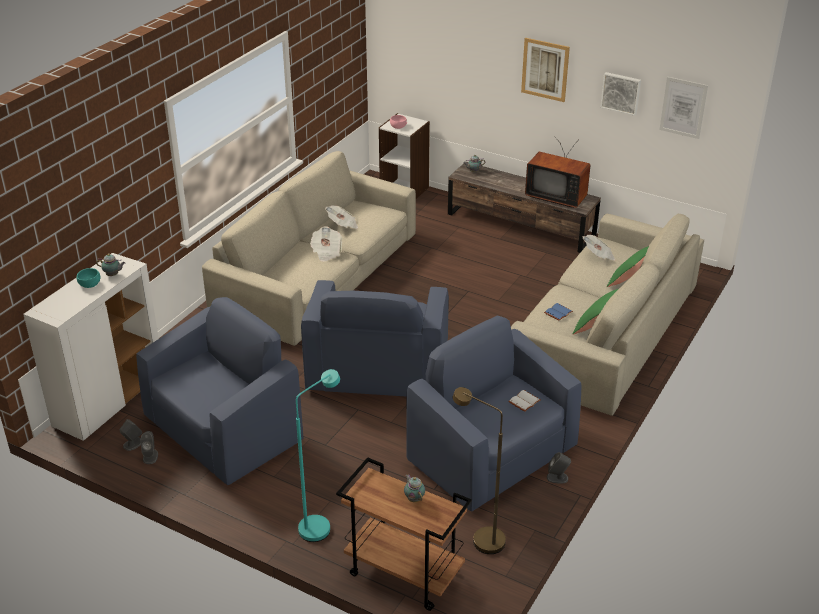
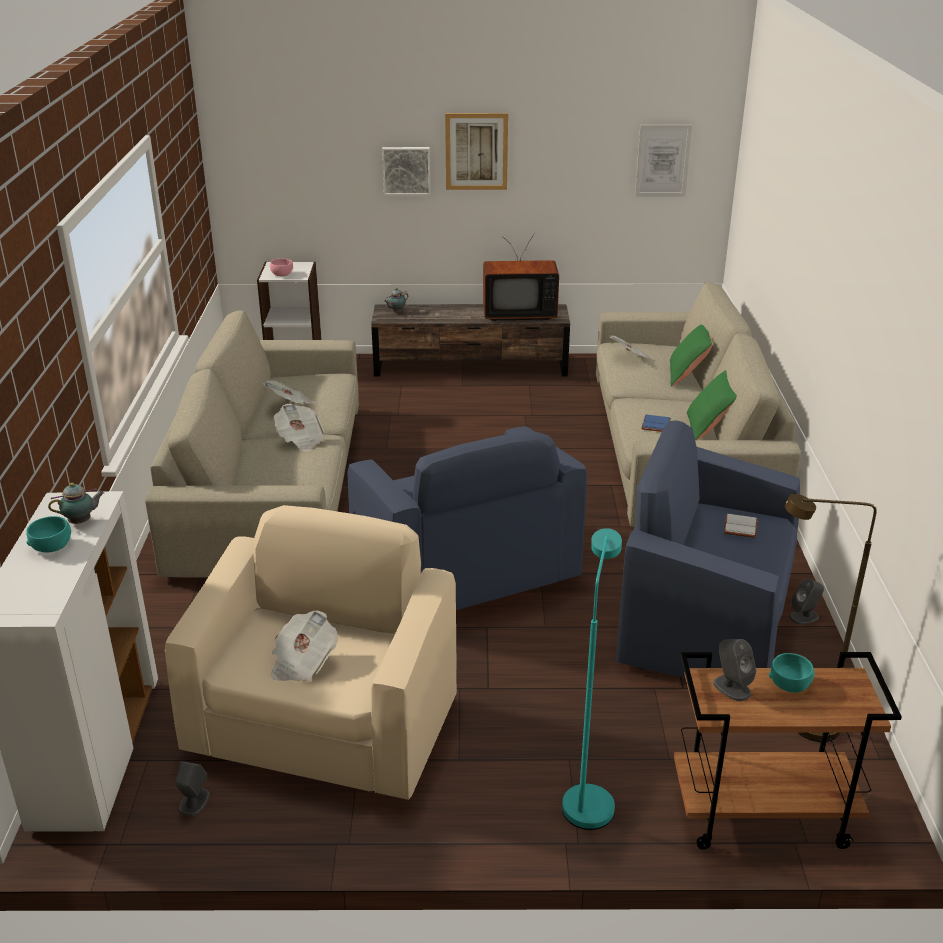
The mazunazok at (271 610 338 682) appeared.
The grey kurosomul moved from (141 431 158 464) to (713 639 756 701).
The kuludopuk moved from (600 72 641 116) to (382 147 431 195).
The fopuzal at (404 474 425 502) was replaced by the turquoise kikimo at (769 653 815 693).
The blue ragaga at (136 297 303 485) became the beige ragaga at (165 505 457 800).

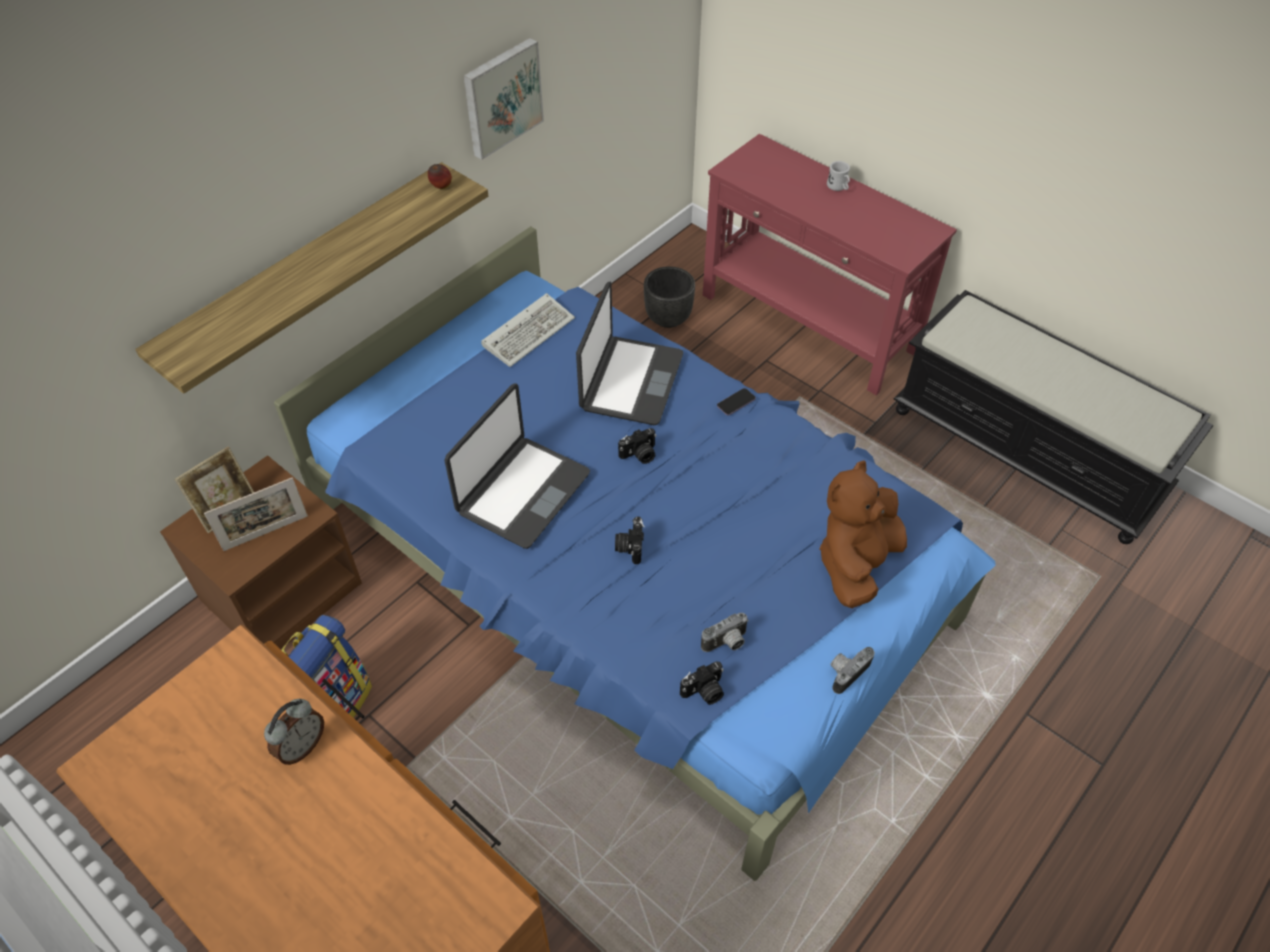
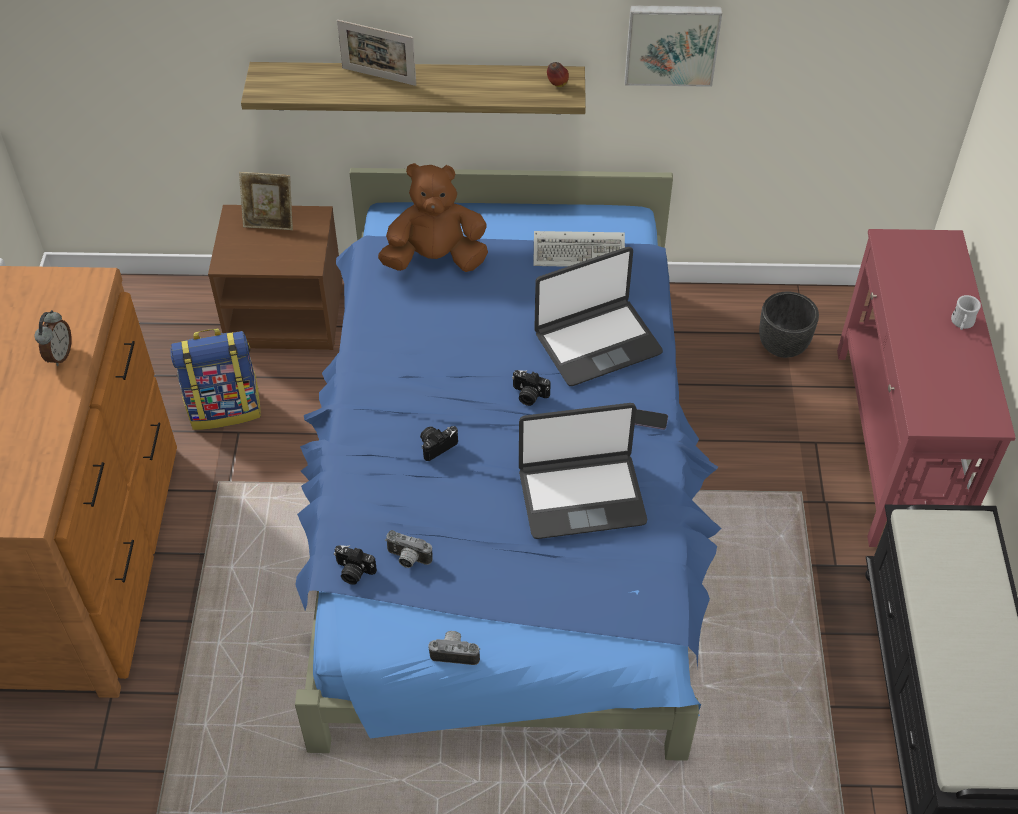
The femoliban moved from (204 477 308 551) to (337 20 416 86).
The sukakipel moved from (444 383 590 549) to (519 403 647 539).
The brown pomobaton moved from (819 460 907 608) to (378 163 488 272).
The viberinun at (264 699 324 765) turned 75 degrees counterclockwise.

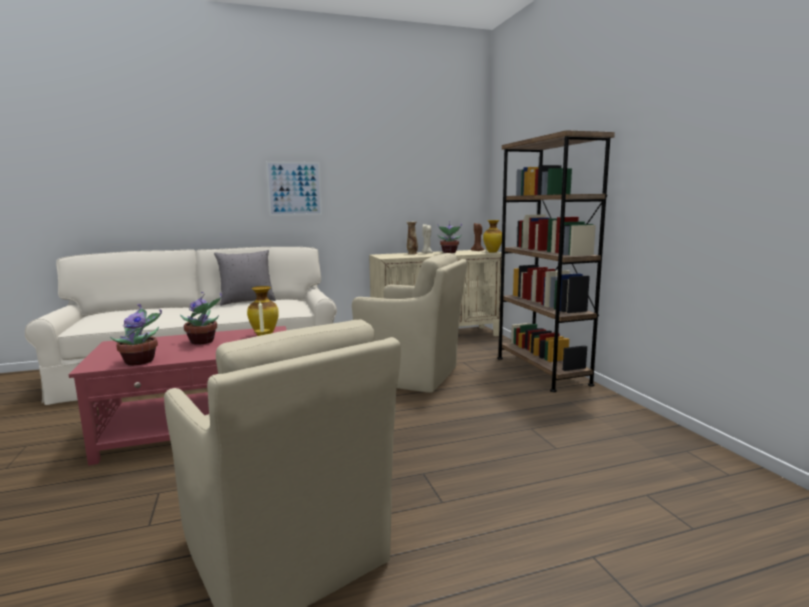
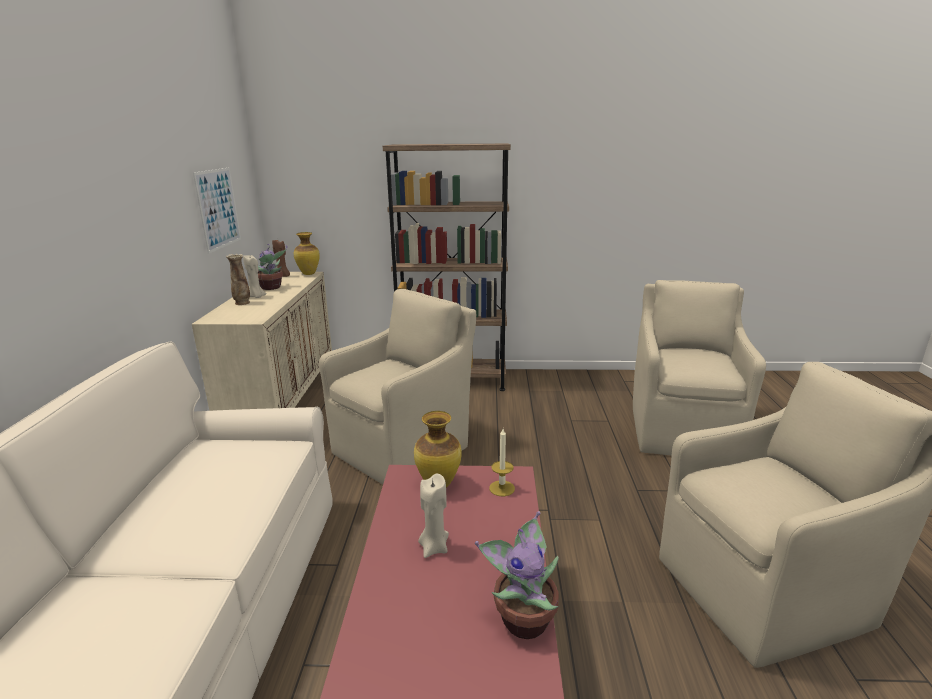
The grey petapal at (214 250 276 306) disappeared.
The beige ragaga at (633 280 766 456) appeared.
The kuludopuk moved from (266 161 322 216) to (193 168 241 254).
The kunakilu at (180 292 222 345) was replaced by the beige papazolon at (418 474 449 558).

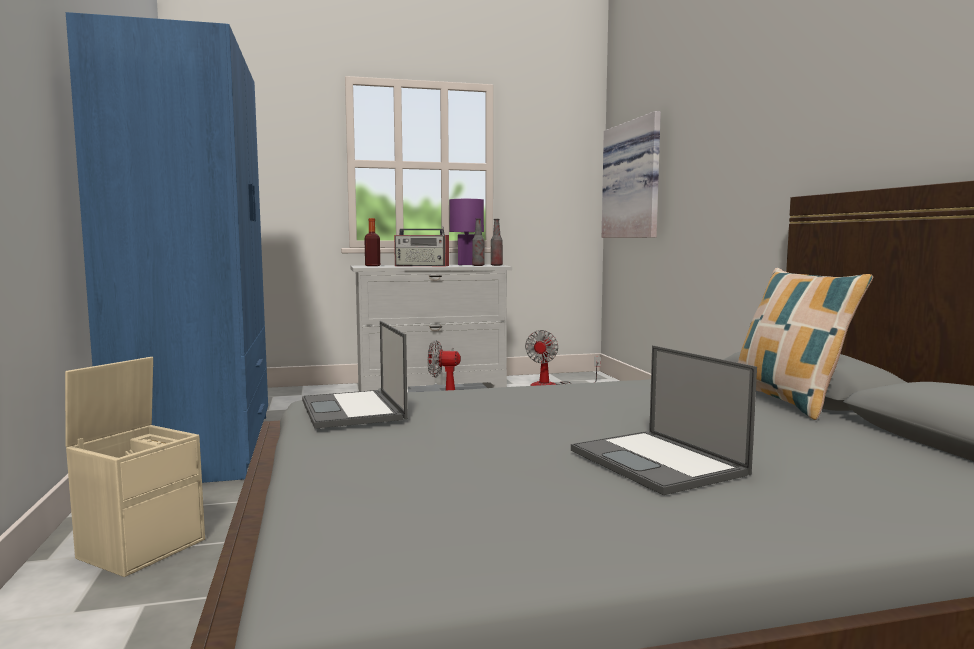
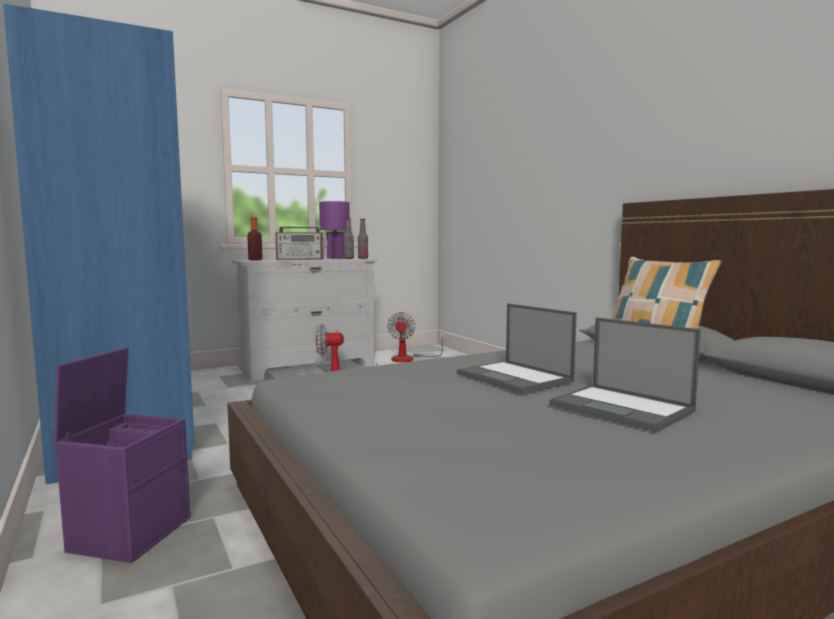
The kuludopuk at (602 111 661 238) disappeared.
The sukakipel moved from (302 321 408 429) to (457 303 577 394).
The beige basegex at (65 357 205 577) became the purple basegex at (54 347 190 563).

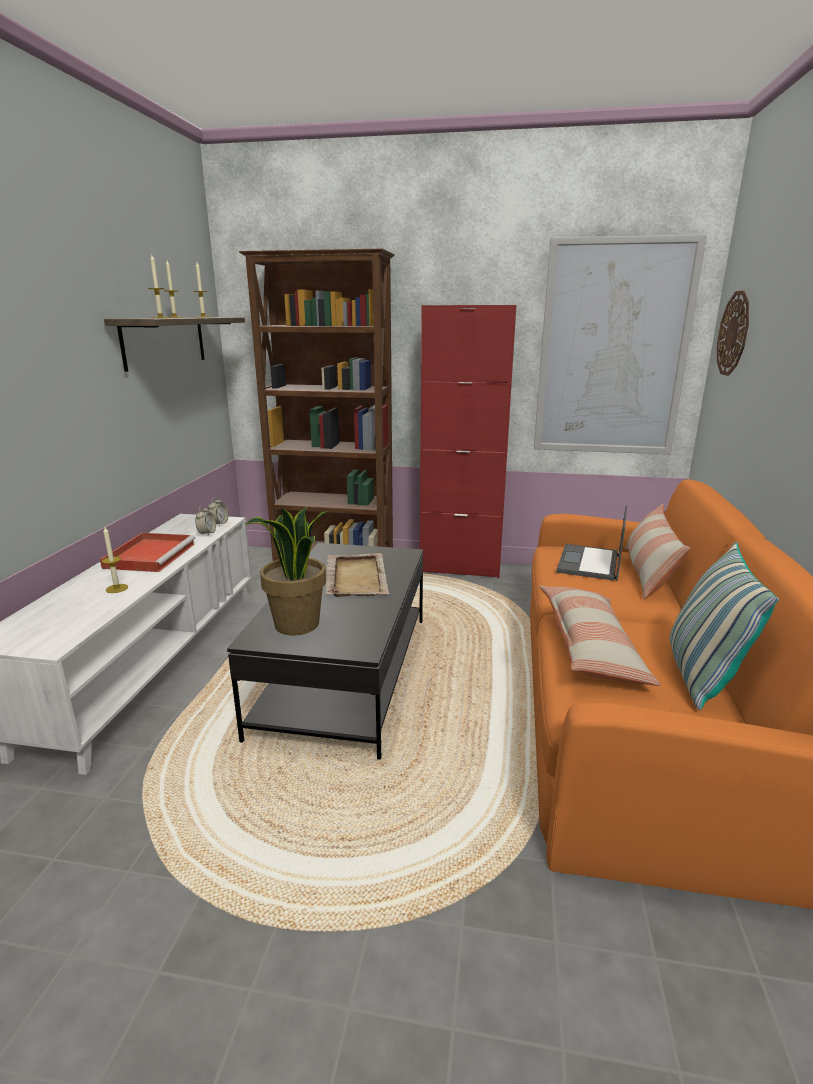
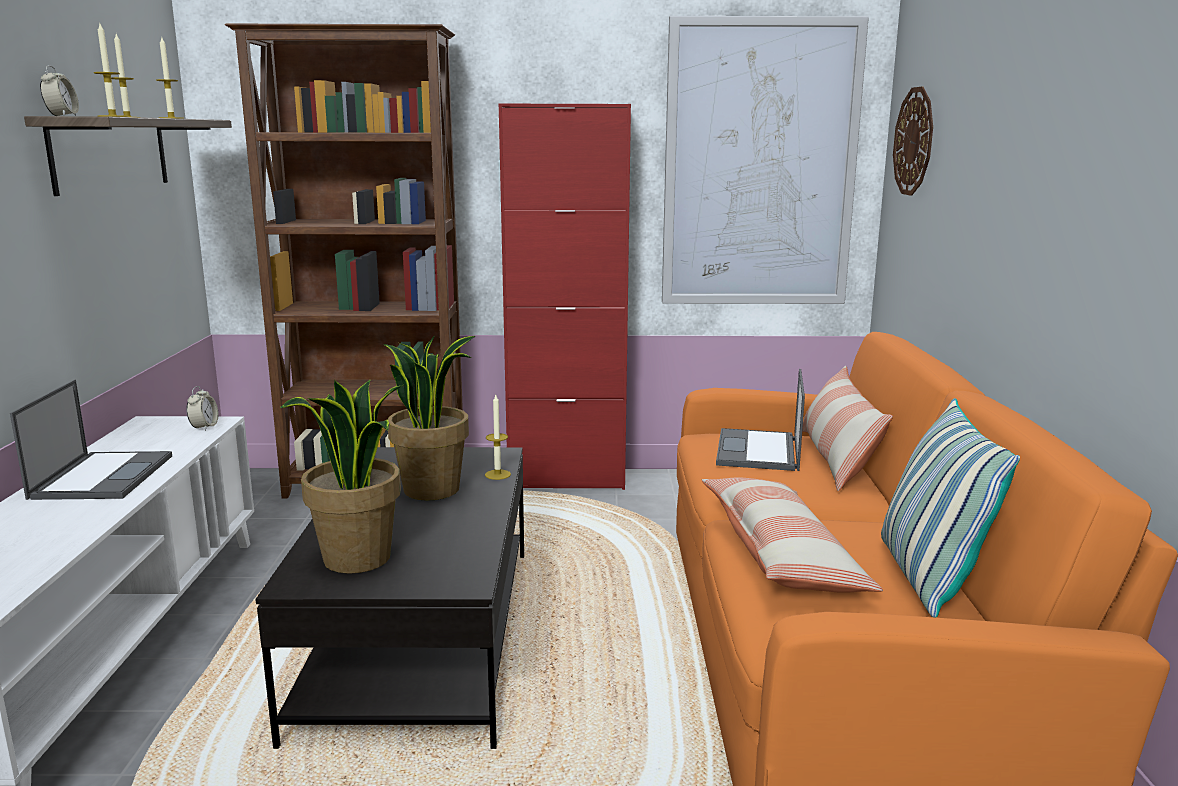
The papazolon moved from (102 527 128 593) to (485 395 511 480).
The viberinun moved from (195 506 216 536) to (40 65 79 116).
The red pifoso at (100 533 196 572) was replaced by the sukakipel at (10 380 172 500).
The beige pifoso at (326 553 390 597) was replaced by the kunakilu at (384 335 475 501).

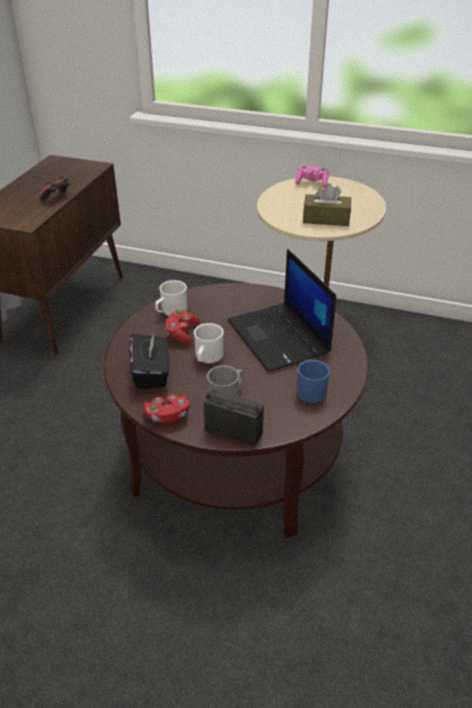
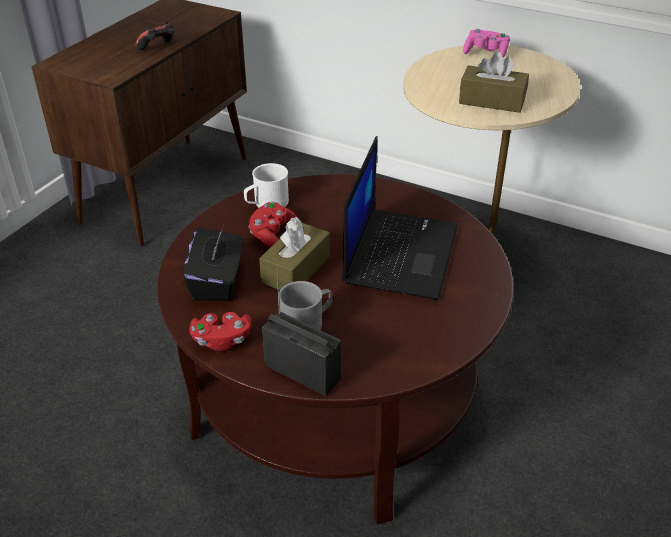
The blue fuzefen at (297 360 330 403) disappeared.
The white fuzefen at (194 323 224 363) was replaced by the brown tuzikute at (259 217 330 290).
The sukakipel at (228 249 336 372) turned 150 degrees counterclockwise.

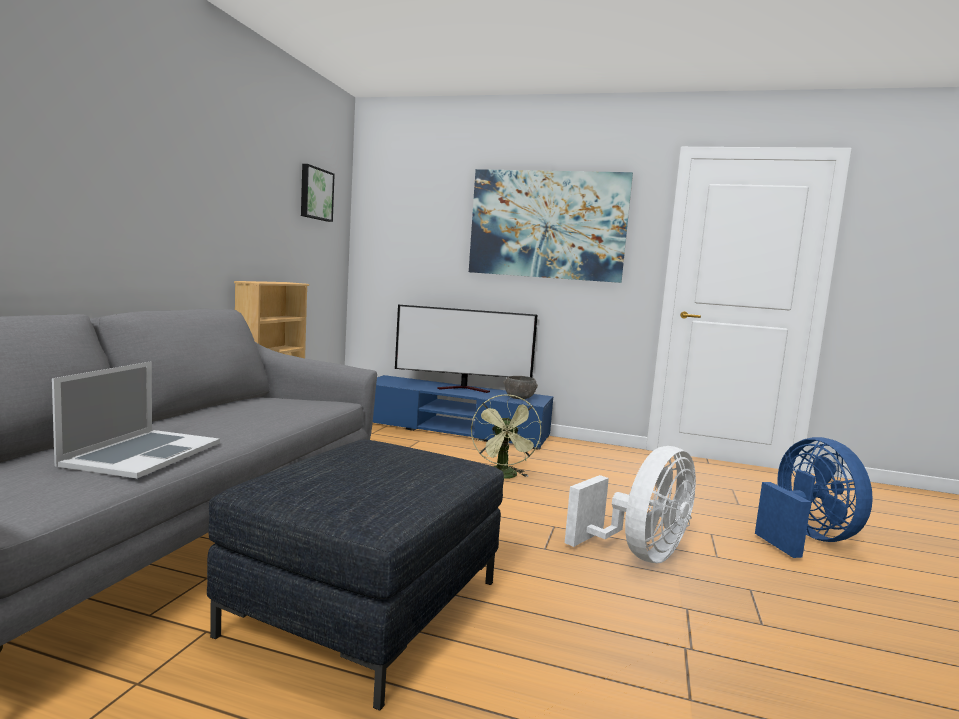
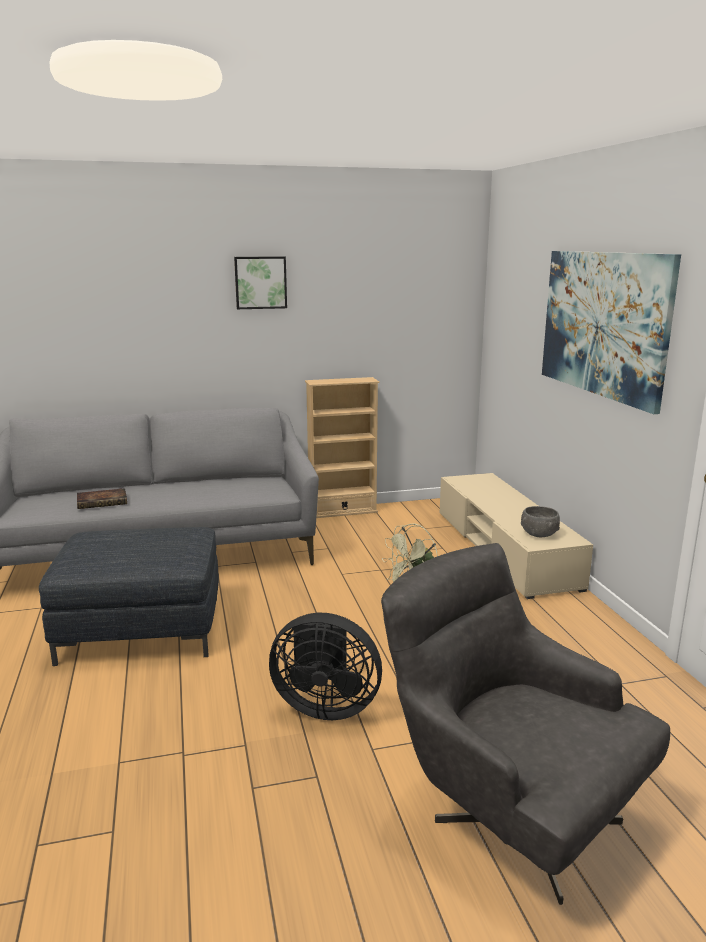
The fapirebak at (395 305 538 393) disappeared.
The kuludopuk moved from (301 164 335 222) to (234 256 287 309).
The sukakipel at (52 361 220 478) was replaced by the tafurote at (77 488 127 509).
The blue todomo at (755 437 873 558) was replaced by the grey ragaga at (381 543 670 905).
The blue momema at (373 375 553 450) became the beige momema at (440 473 593 599).
The white todomo at (565 446 696 563) became the black todomo at (269 613 382 720).

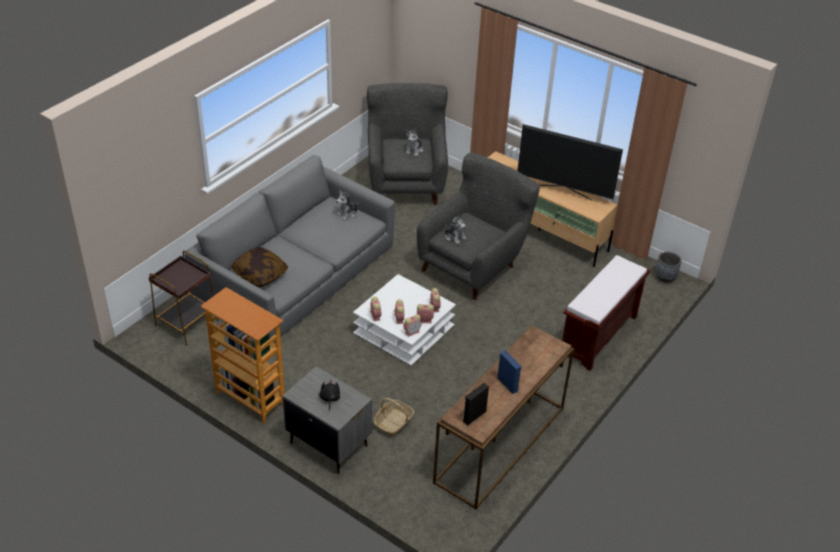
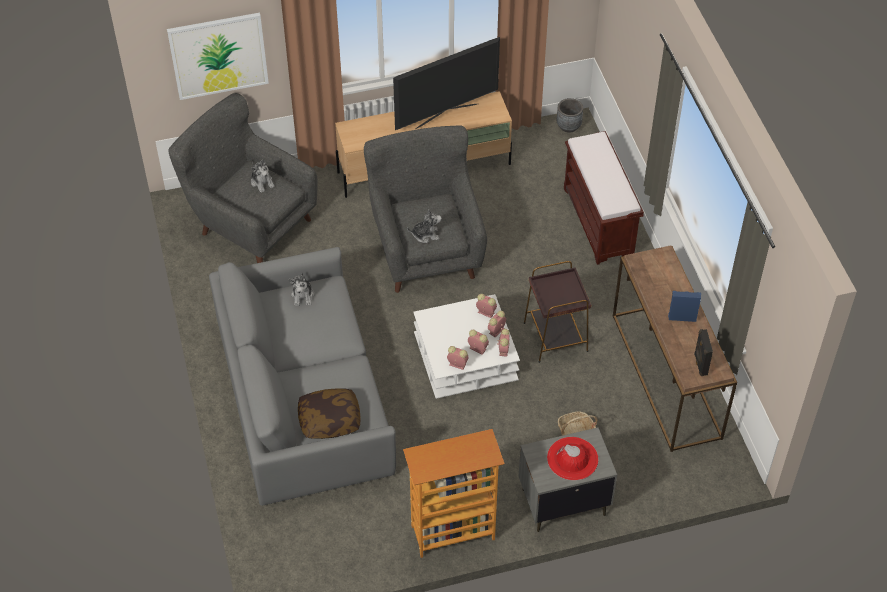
The kuludopuk at (167 13 269 100) appeared.
The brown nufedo moved from (149 251 218 345) to (524 261 591 363).
The black pomobaton at (319 380 340 410) was replaced by the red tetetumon at (547 437 598 480).

